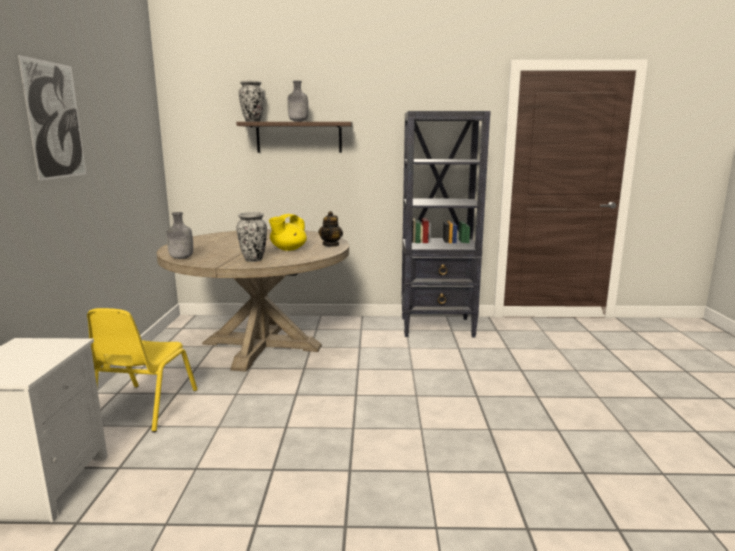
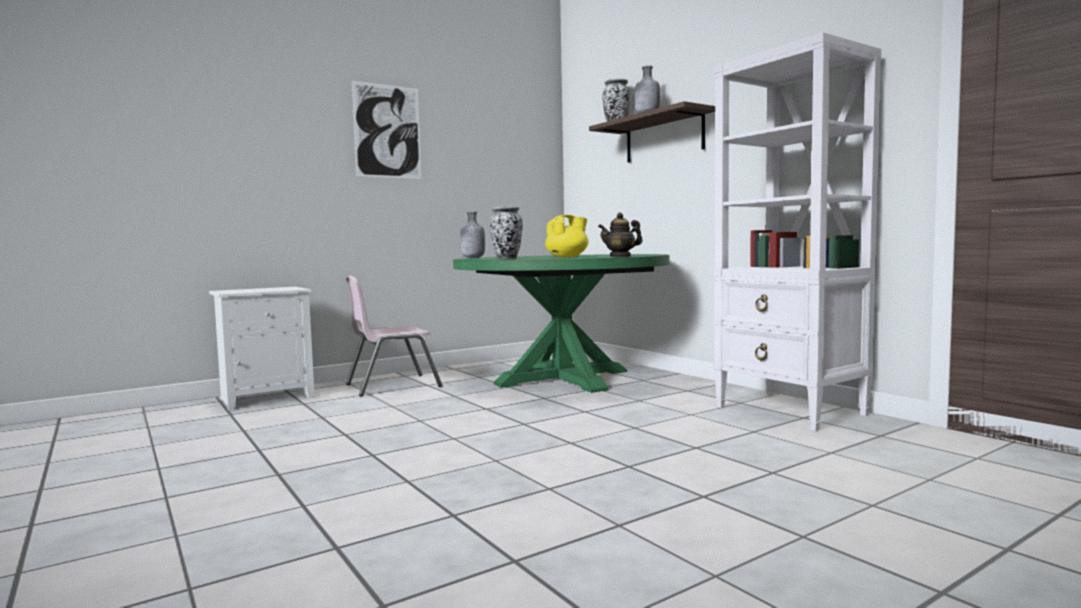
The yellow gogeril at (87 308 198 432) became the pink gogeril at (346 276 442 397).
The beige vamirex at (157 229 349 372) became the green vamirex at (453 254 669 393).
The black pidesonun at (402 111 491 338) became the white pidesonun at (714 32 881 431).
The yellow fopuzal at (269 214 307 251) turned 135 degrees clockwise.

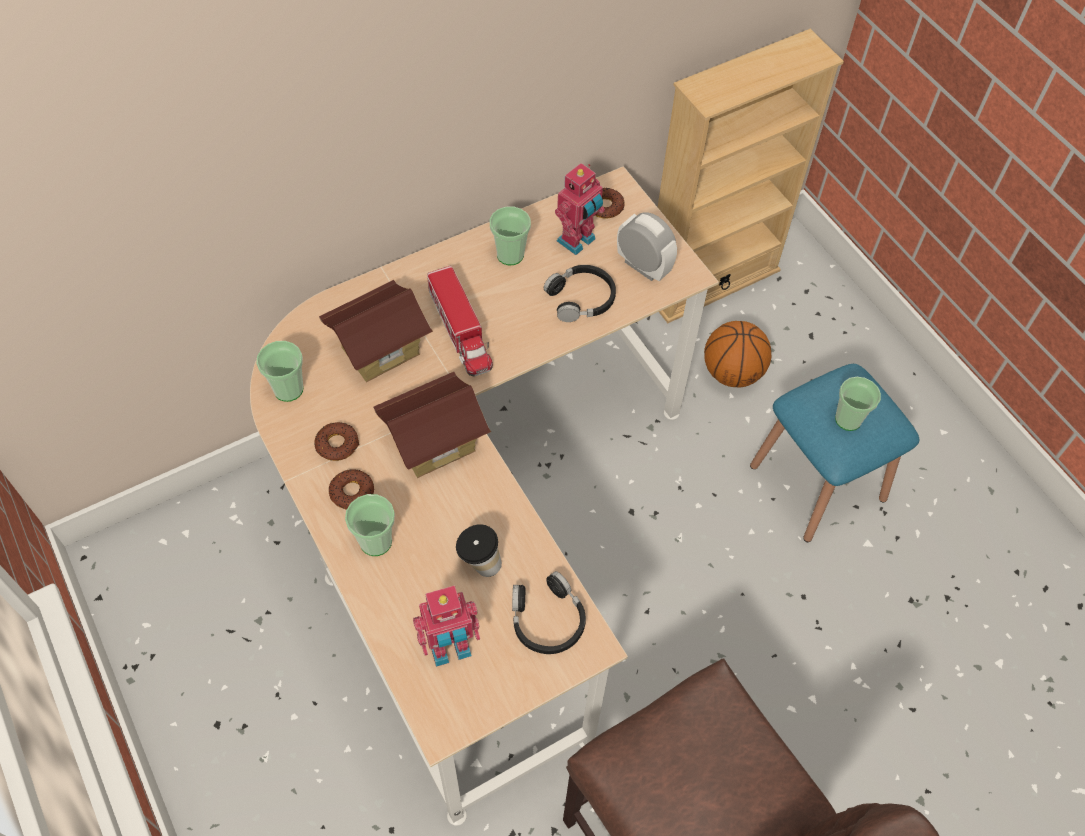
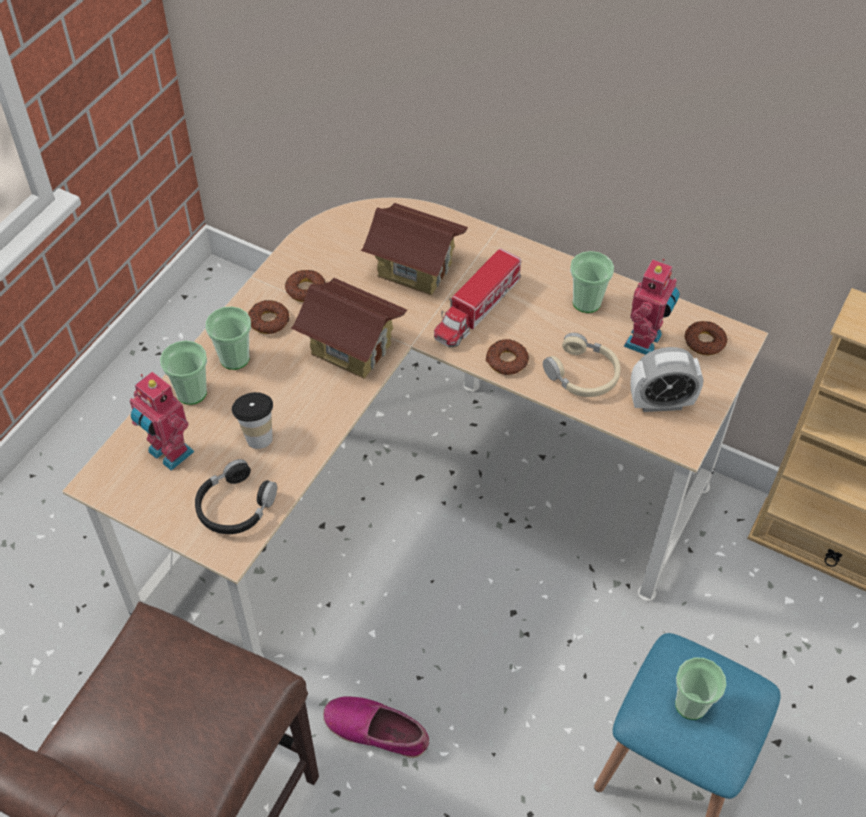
The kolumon at (704 321 771 388) disappeared.
The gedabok at (323 696 429 758) appeared.
The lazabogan at (485 339 529 375) appeared.
The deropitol moved from (256 341 303 402) to (160 340 207 405).
The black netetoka at (544 265 616 322) became the beige netetoka at (543 333 620 397).
The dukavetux at (555 163 605 255) turned 75 degrees counterclockwise.
The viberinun at (617 212 677 281) turned 75 degrees clockwise.

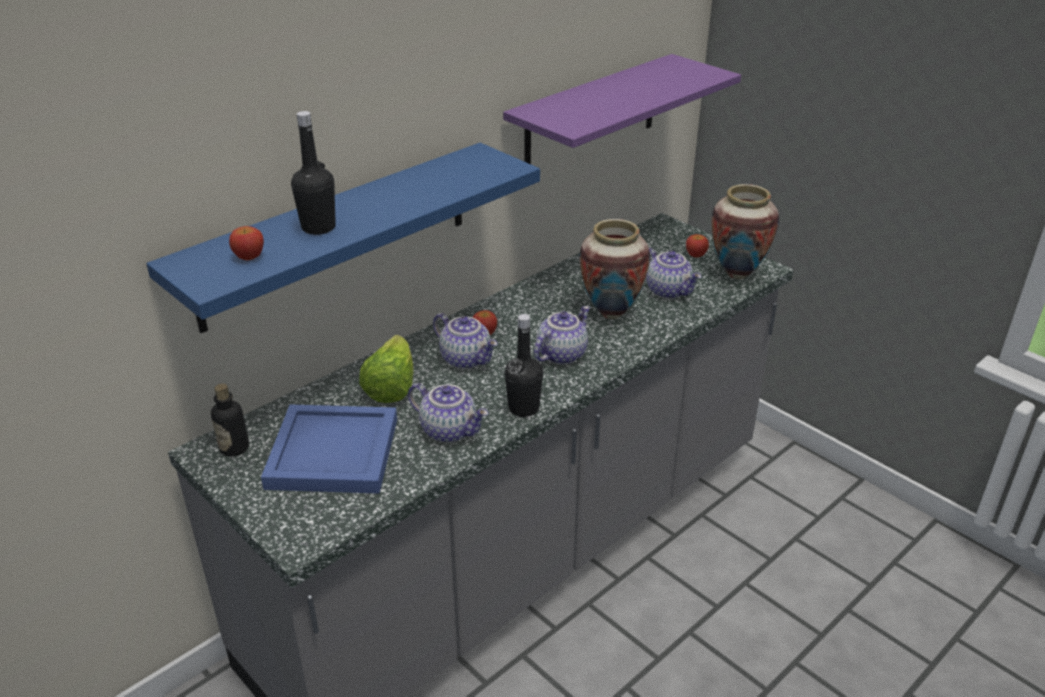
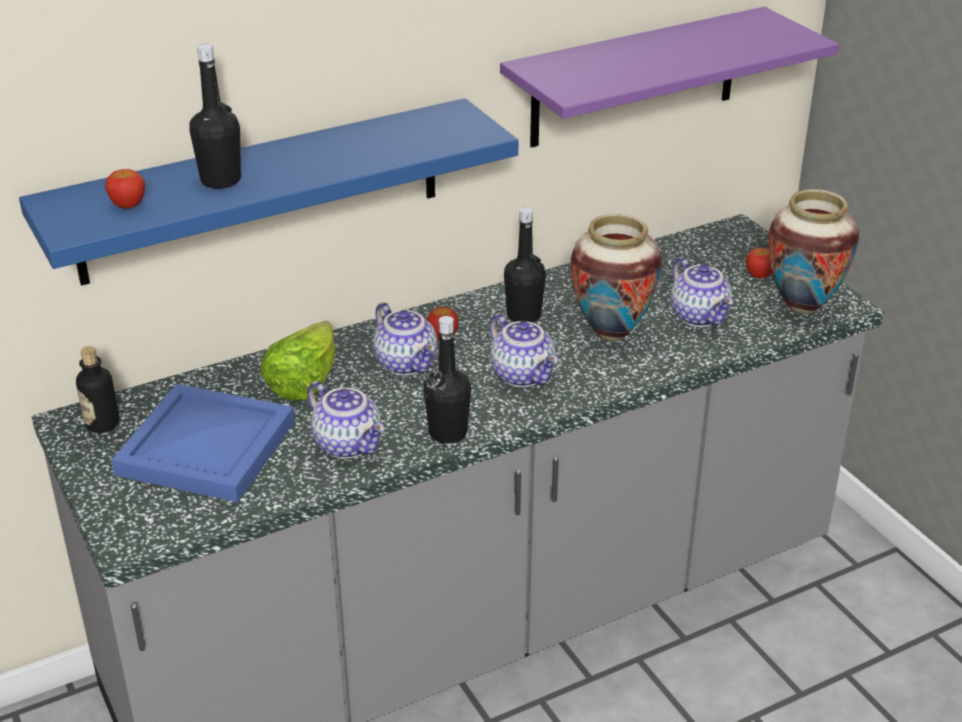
The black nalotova at (504 207 546 323) appeared.
The fopuzal at (534 306 590 364) turned 90 degrees clockwise.

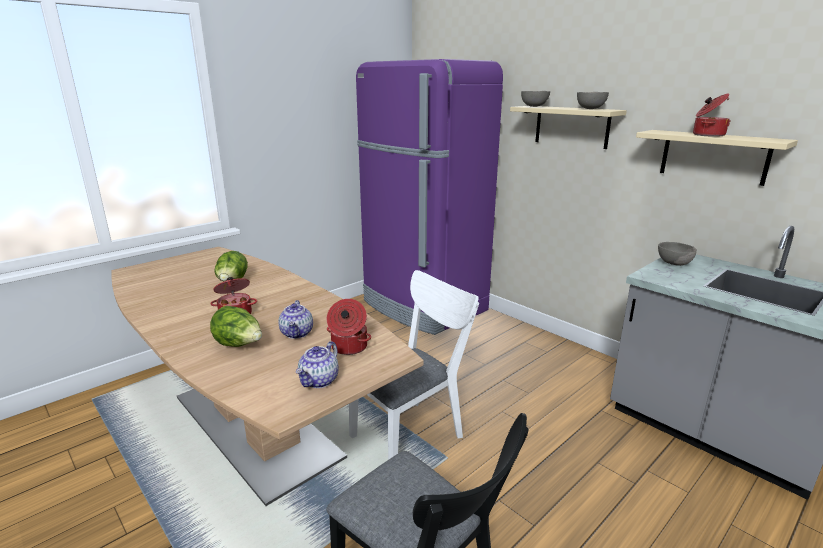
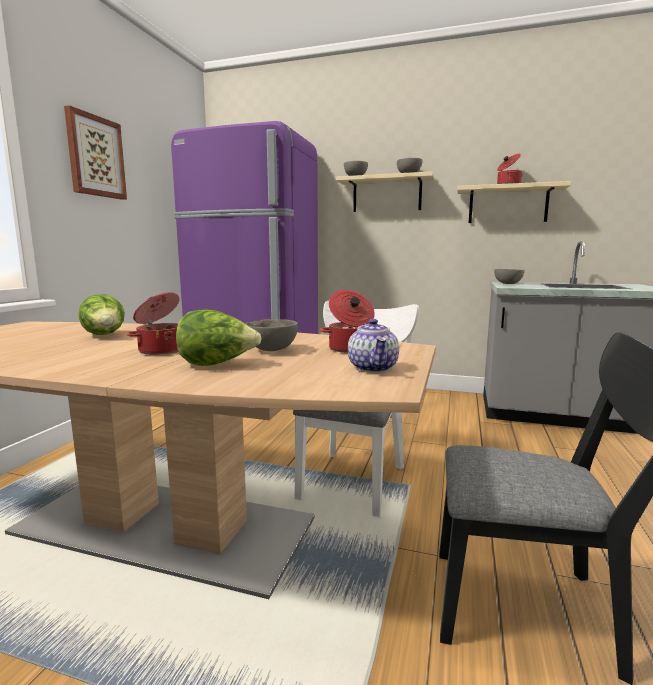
The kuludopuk at (64 105 127 200) appeared.
The fopuzal at (278 300 313 339) was replaced by the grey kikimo at (246 319 298 351).

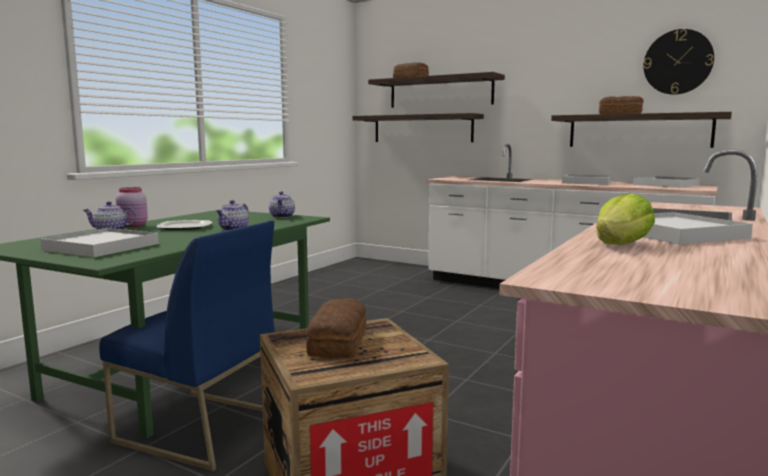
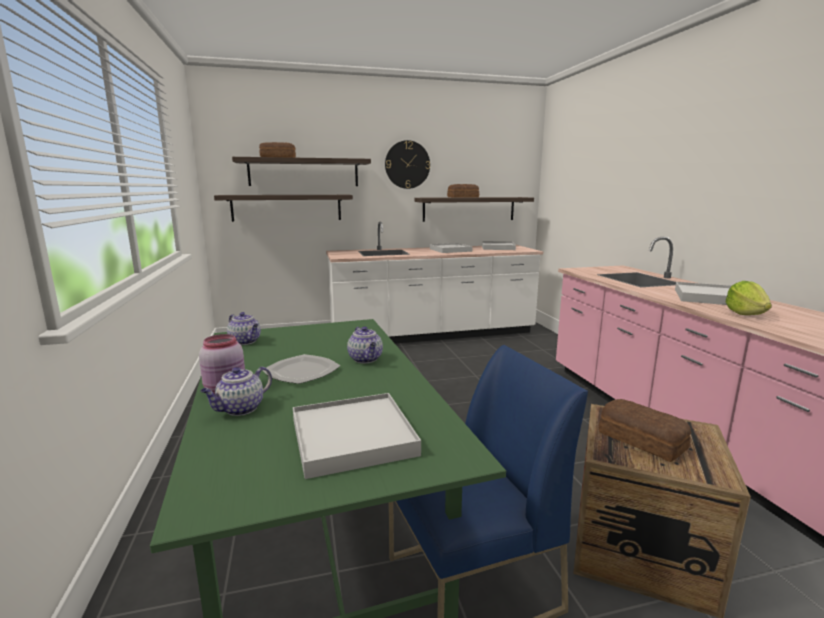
The fopuzal moved from (269 191 295 218) to (227 312 261 345).
The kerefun moved from (644 29 714 95) to (385 140 430 189).

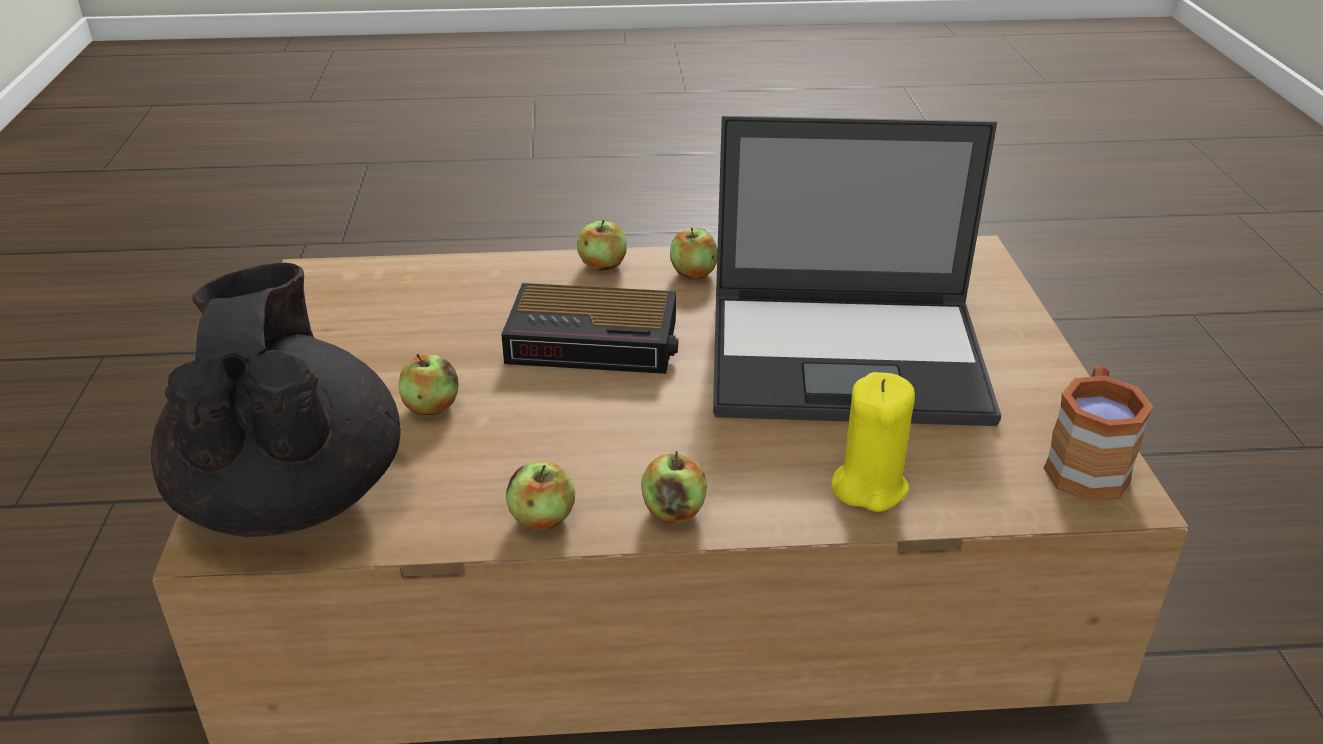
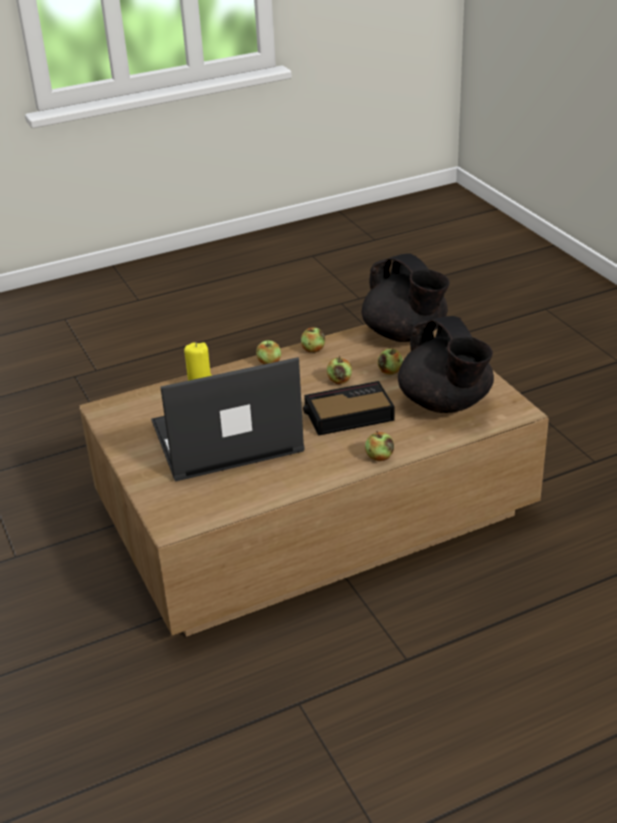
The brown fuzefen at (1044 366 1154 502) disappeared.
The black fopuzal at (398 316 494 413) appeared.
The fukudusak moved from (670 228 718 280) to (327 356 352 384).

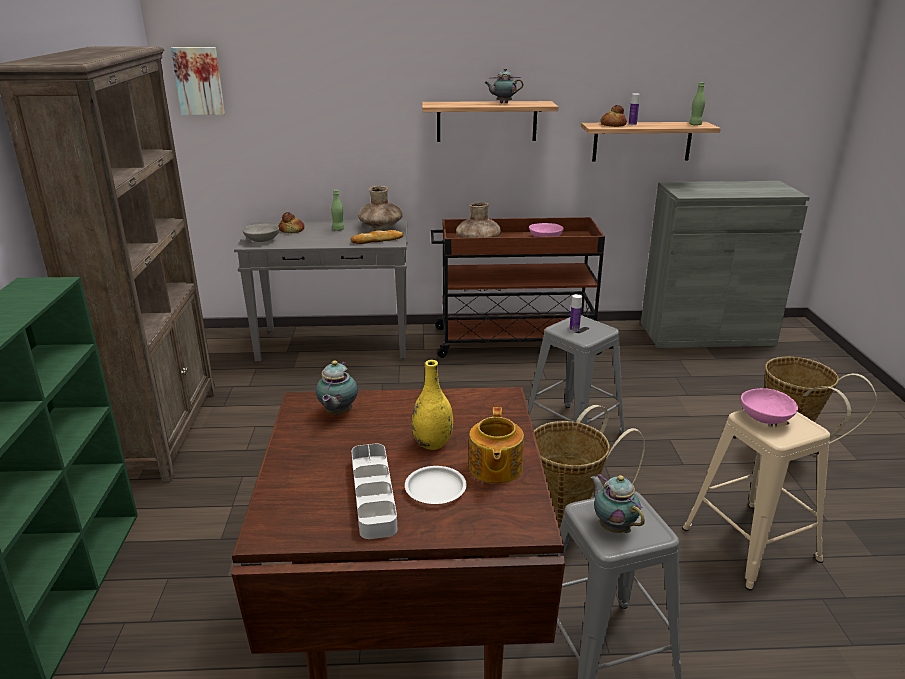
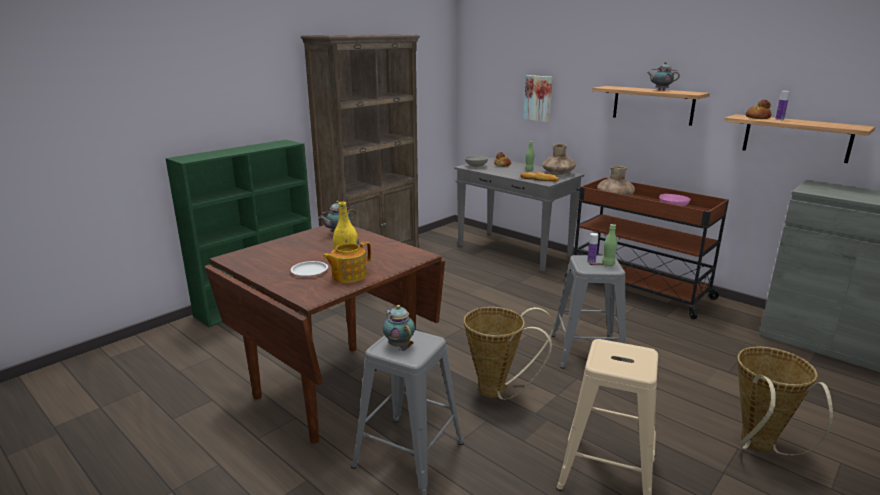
The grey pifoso at (352 444 397 539) disappeared.
The pink kikimo at (741 388 798 424) disappeared.
The kuludopuk moved from (171 47 225 115) to (523 75 553 122).
The green nalotova moved from (689 82 705 126) to (602 224 617 266).
The fopuzal at (591 474 645 533) turned 45 degrees counterclockwise.

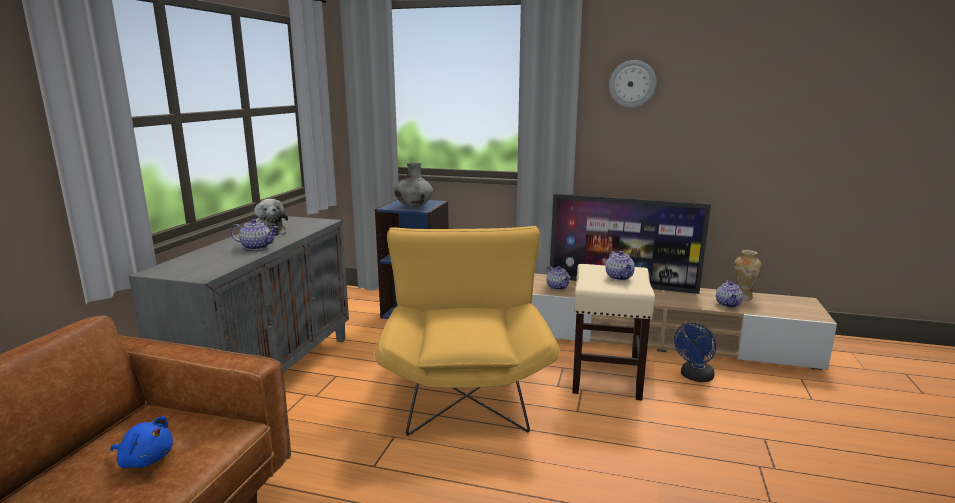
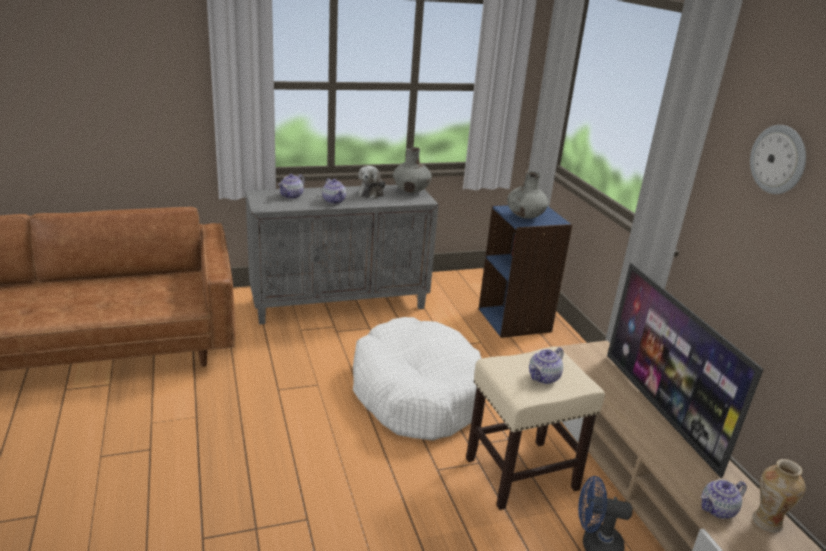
The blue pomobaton at (111 416 173 468) disappeared.
The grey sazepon at (393 147 432 193) appeared.
The fopuzal moved from (547 266 570 290) to (278 174 305 199).
The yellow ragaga at (374 226 560 436) was replaced by the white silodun at (353 317 482 441).

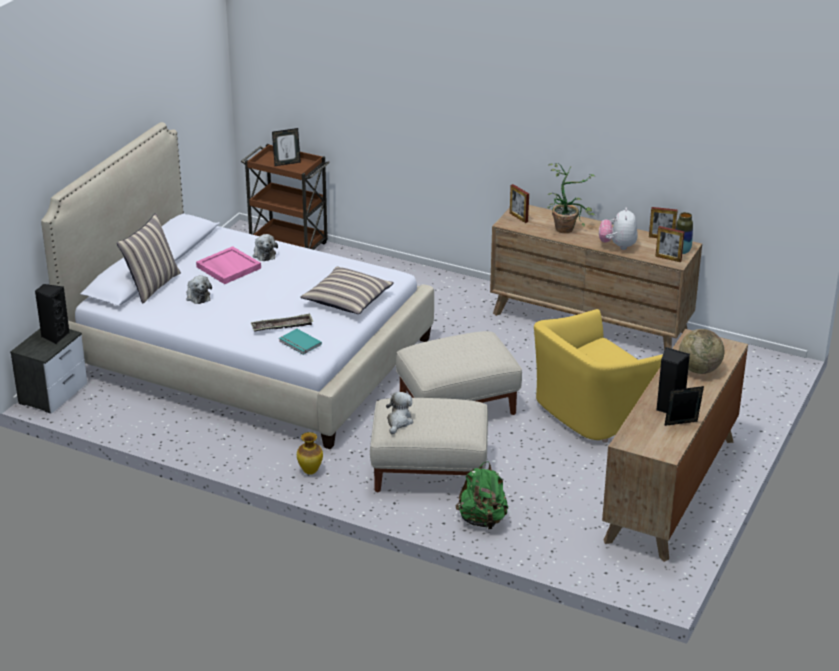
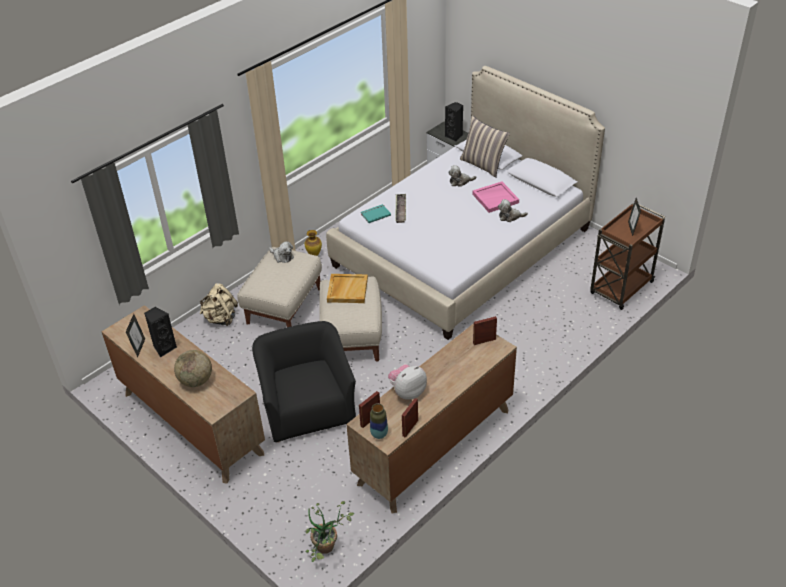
The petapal at (300 267 394 314) disappeared.
The beige pifoso at (327 274 368 303) appeared.
The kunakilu moved from (547 163 596 233) to (305 501 354 562).
The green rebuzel at (455 461 508 529) became the beige rebuzel at (199 283 238 326).
The yellow ragaga at (534 309 663 443) became the black ragaga at (252 321 356 443).
The pomobaton at (599 208 638 250) turned 60 degrees counterclockwise.

